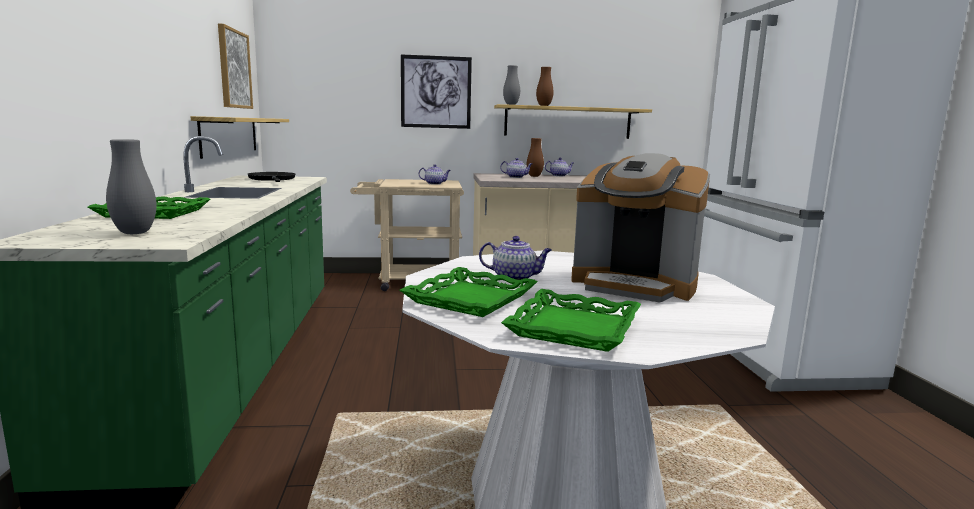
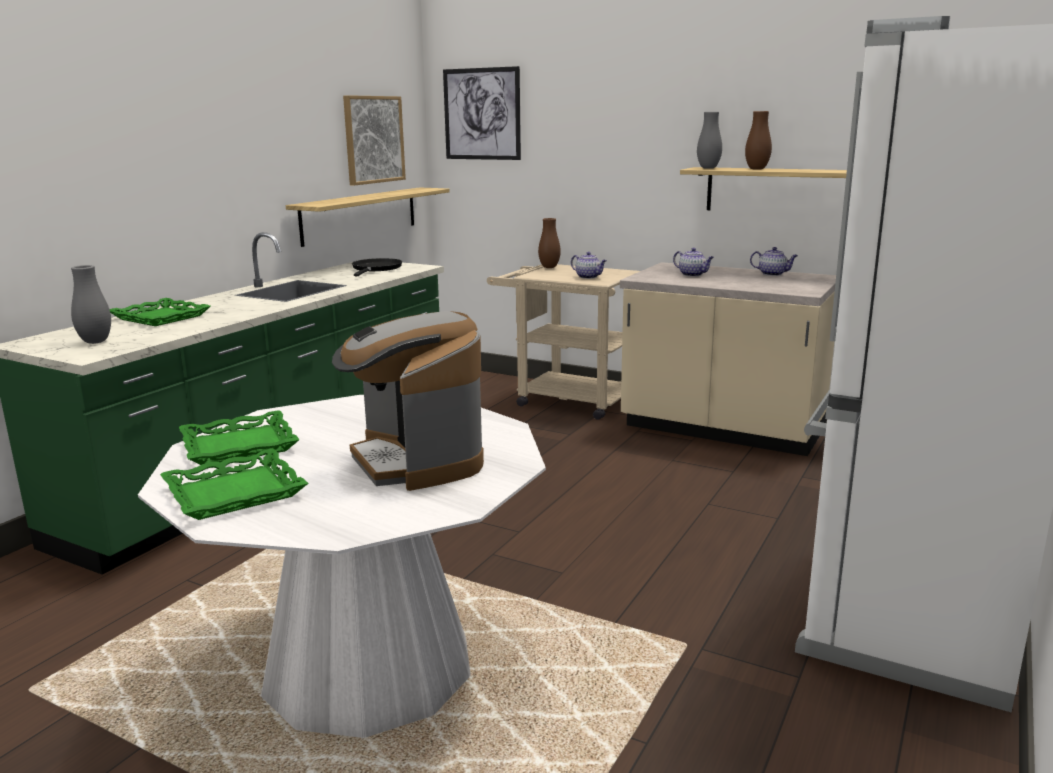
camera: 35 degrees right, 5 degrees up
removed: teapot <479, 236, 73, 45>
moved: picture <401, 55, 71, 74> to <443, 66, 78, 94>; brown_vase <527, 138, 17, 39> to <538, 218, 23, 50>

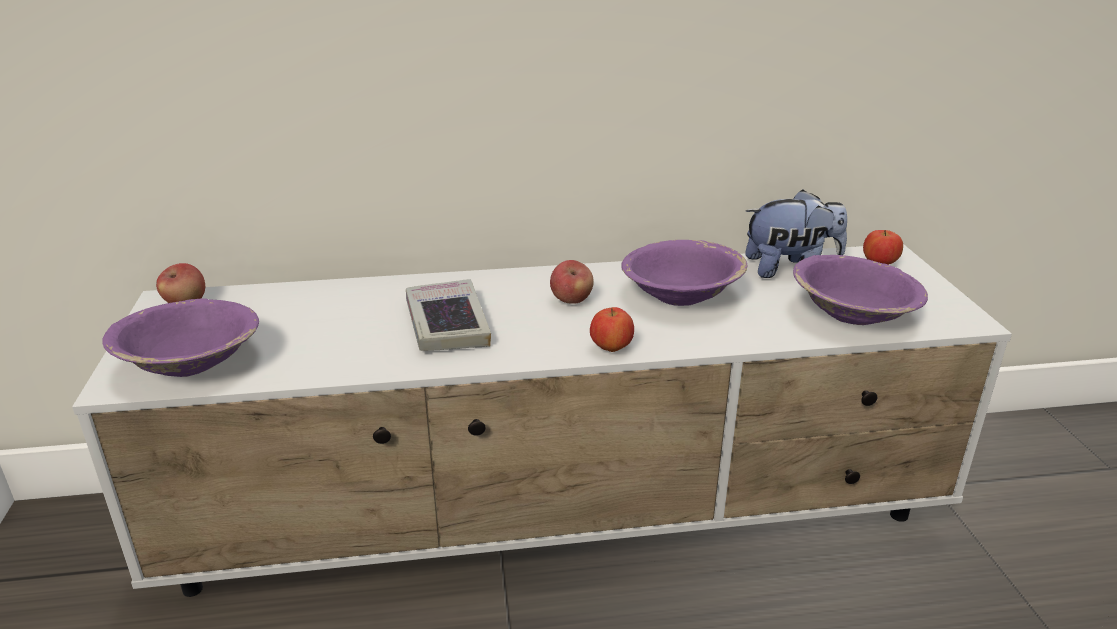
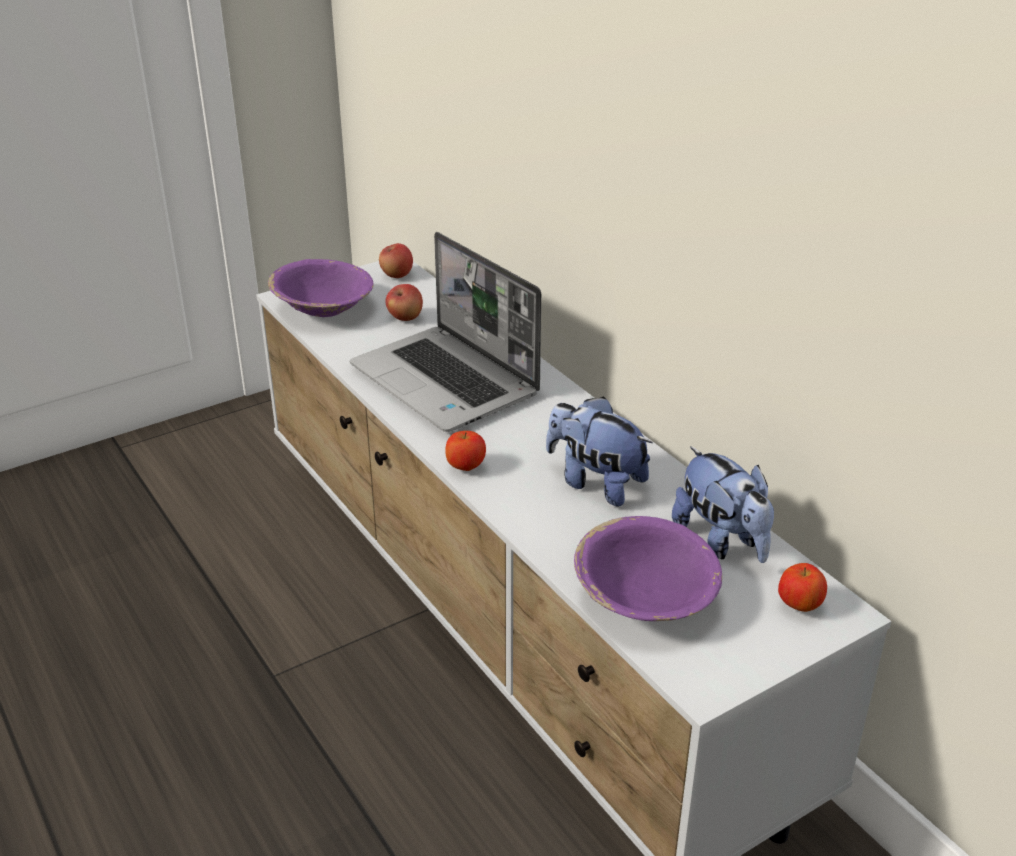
camera: 65 degrees right, 5 degrees up
moved: apple <550, 260, 44, 44> to <385, 284, 38, 37>
replaced: book <406, 279, 85, 72> to laptop <350, 232, 191, 200>; purple_bowl <621, 240, 126, 66> to plush_toy <546, 396, 107, 111>

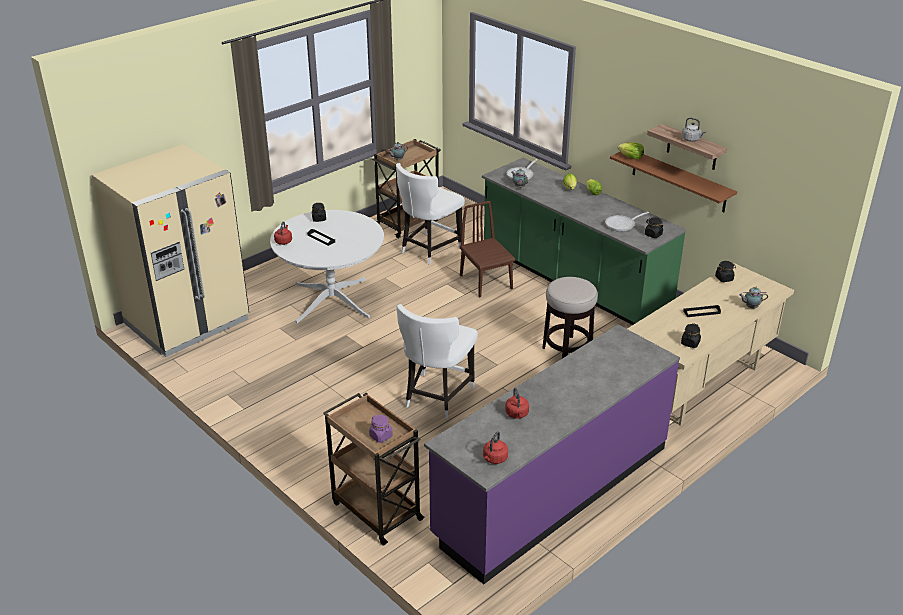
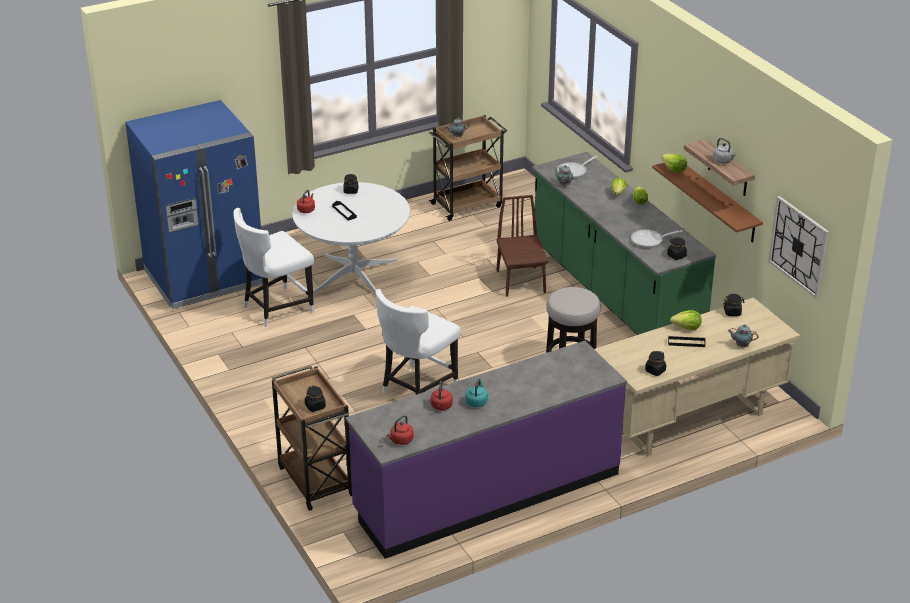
camera: 15 degrees right, 0 degrees up
added: turquoise_kettle <465, 378, 23, 29>; lettuce <670, 310, 32, 20>; wall_clock <768, 196, 61, 103>
moved: white_chair <396, 163, 69, 101> to <233, 208, 81, 119>
recoloured: beige_fridge <92, 144, 157, 213> to blue_fridge <125, 100, 138, 209>; purple_jar <369, 415, 24, 28> to black_jar <305, 386, 21, 26>

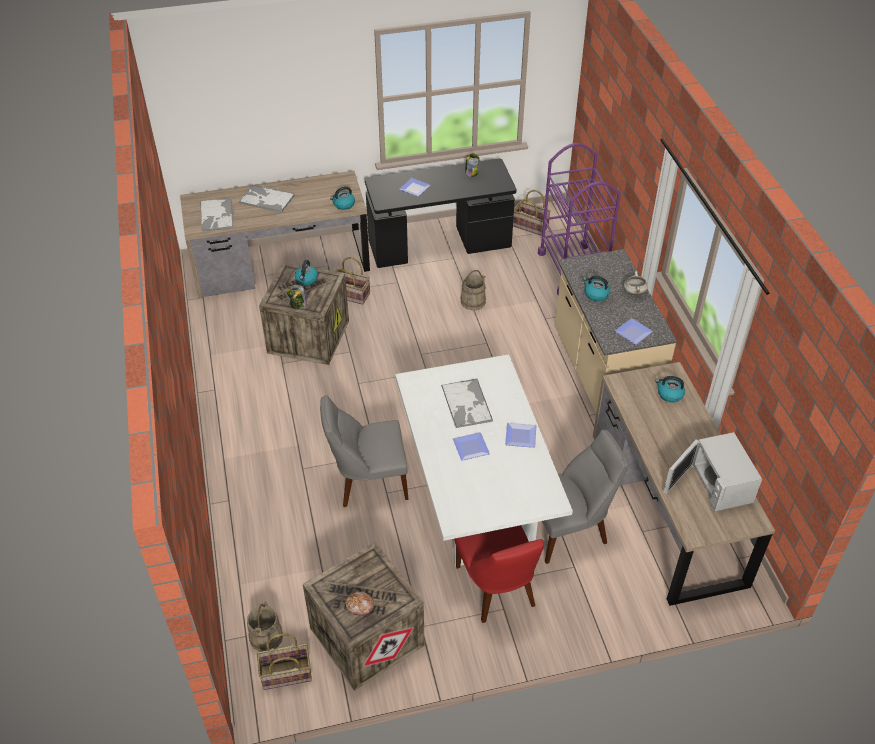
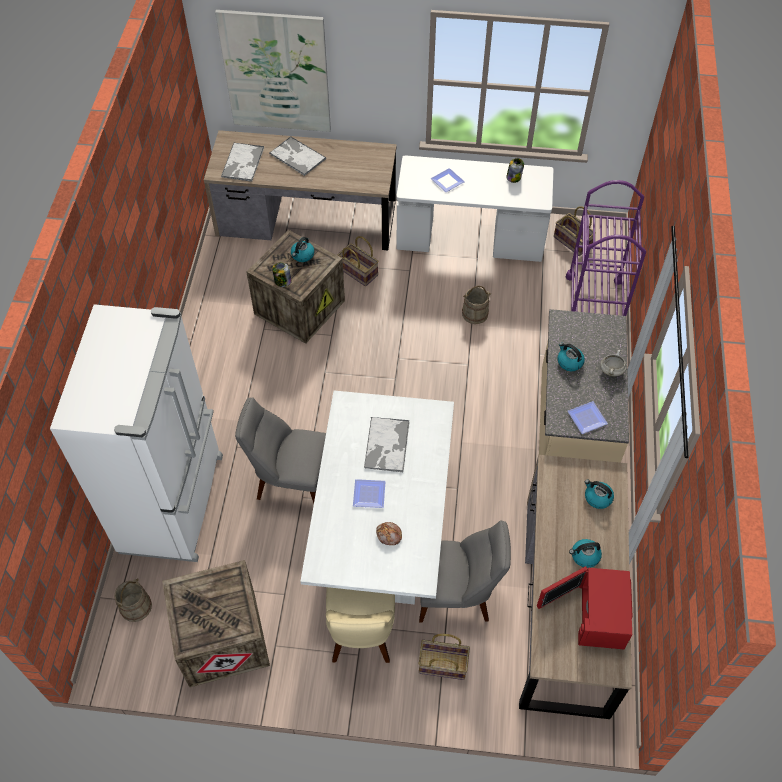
camera: 20 degrees right, 10 degrees up
removed: plate <505, 423, 31, 25>
added: white_fridge <50, 304, 173, 258>; picture <215, 10, 116, 122>
moved: basket <257, 633, 55, 57> to <418, 634, 52, 46>; kettle <330, 186, 25, 24> to <569, 539, 33, 29>; bread <345, 592, 29, 23> to <376, 522, 26, 23>
recoloured: black_desk <365, 159, 152, 109> to white_desk <397, 155, 156, 107>; red_chair <454, 525, 90, 98> to beige_chair <326, 587, 69, 76>; white_microwave <663, 432, 99, 80> to red_microwave <537, 566, 95, 83>

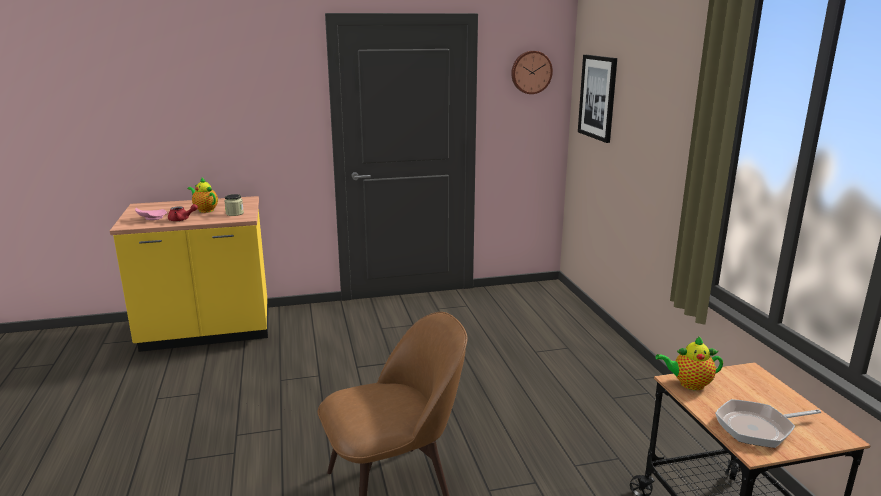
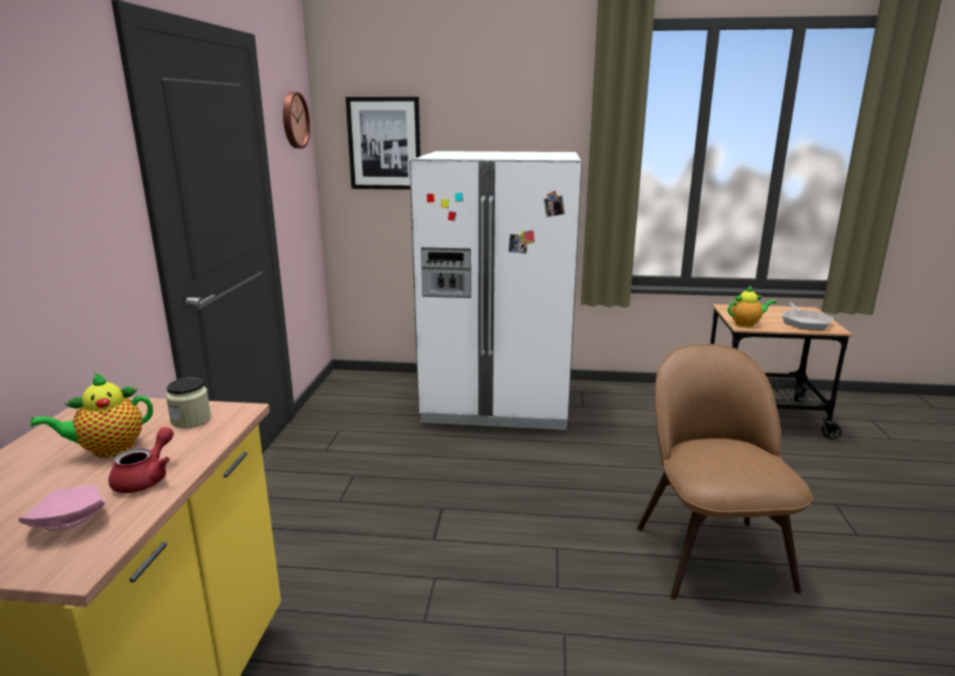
camera: 70 degrees left, 0 degrees up
added: white_fridge <410, 151, 172, 279>
turned: teapot <655, 336, 68, 54> = <728, 285, 49, 42> 120 degrees counterclockwise

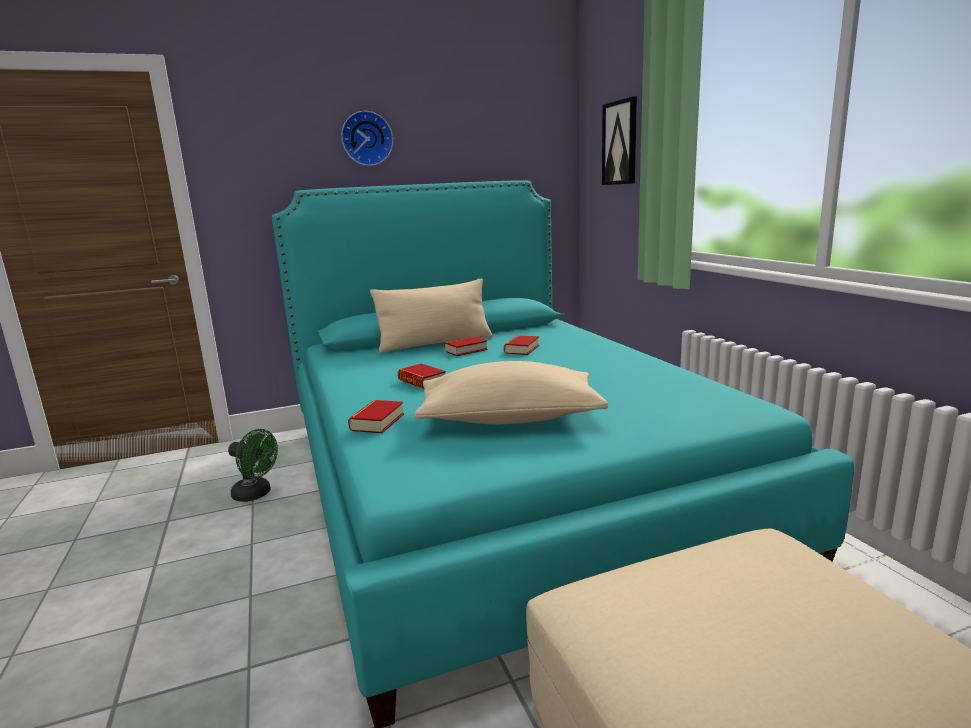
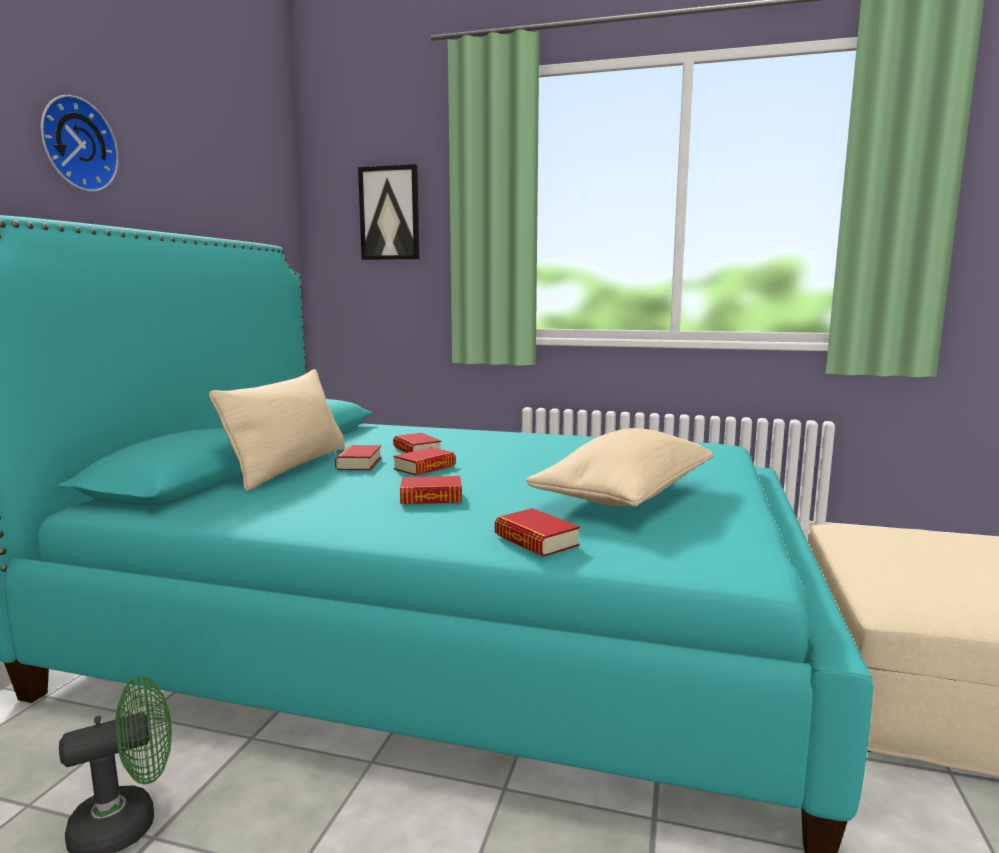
camera: 55 degrees left, 5 degrees down
added: book <393, 447, 63, 29>

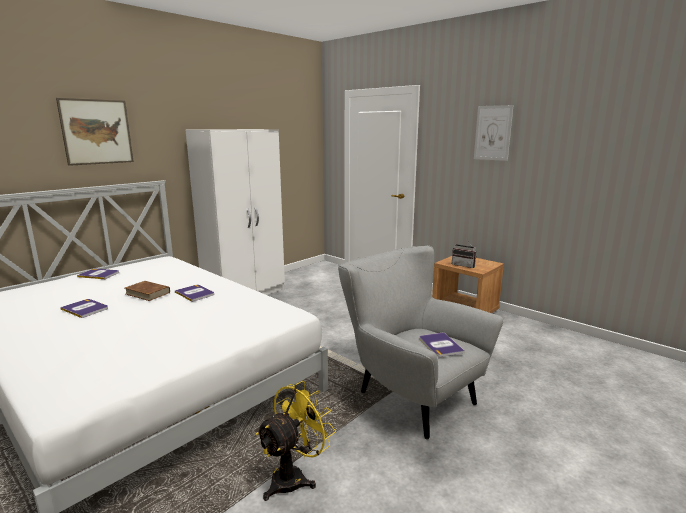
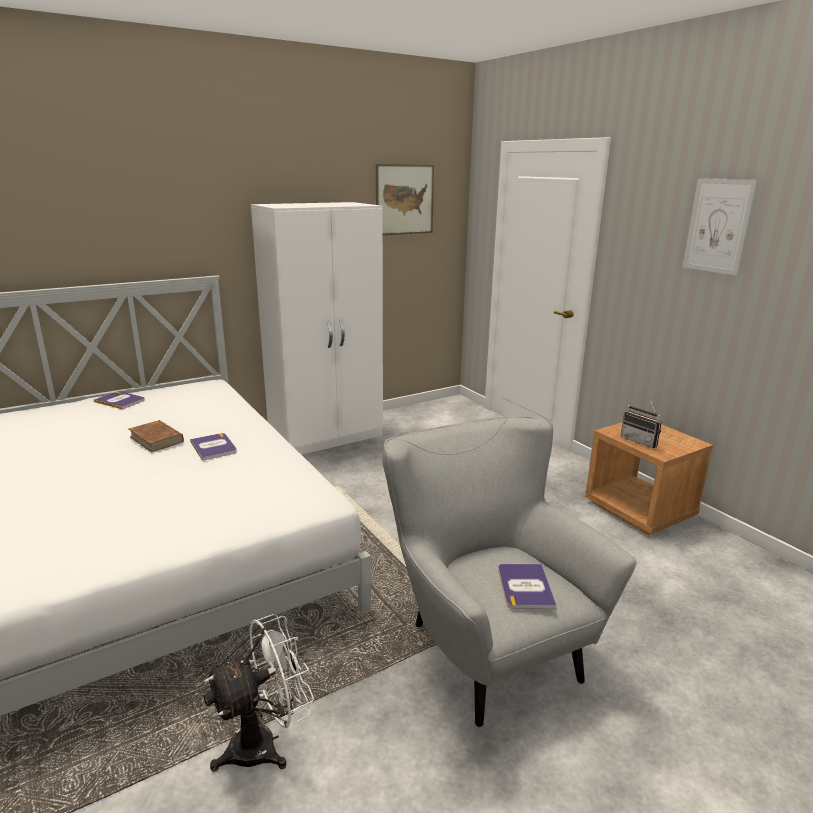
camera: 15 degrees right, 5 degrees up
removed: book <60, 299, 48, 19>
moved: picture <56, 98, 78, 68> to <376, 164, 58, 71>
recoloured: yellow_fan <255, 381, 81, 120> to white_fan <204, 614, 110, 158>

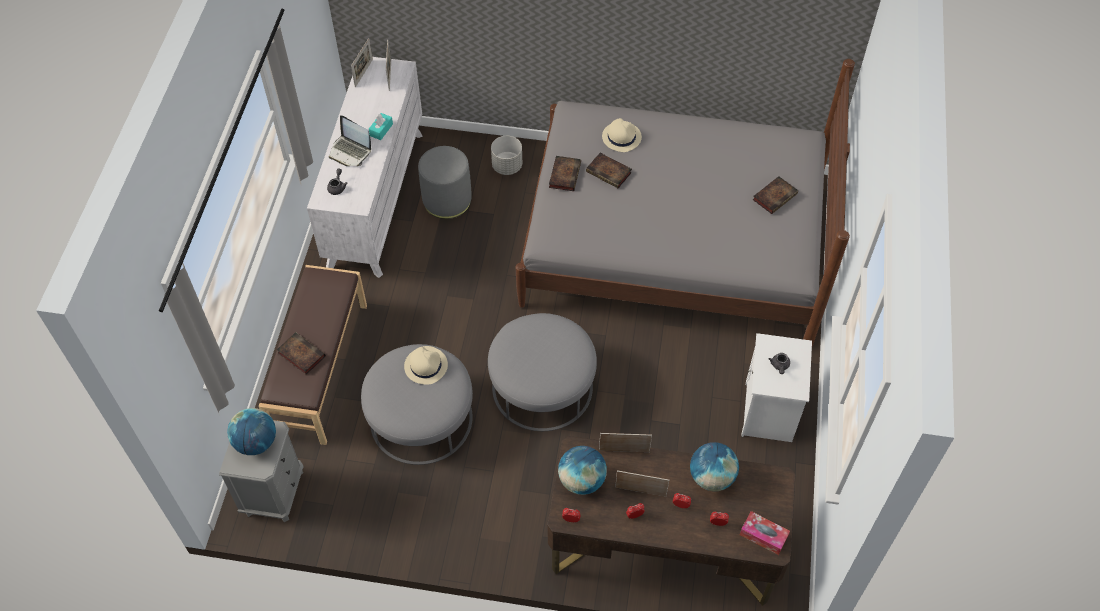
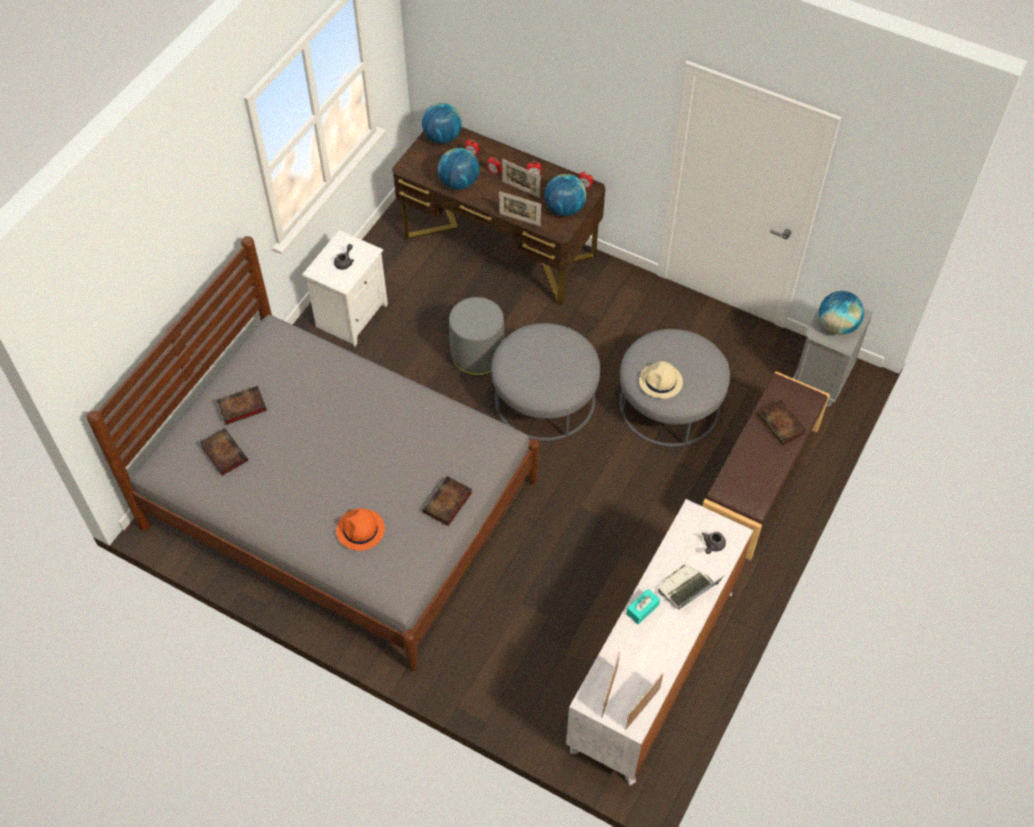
camera: 160 degrees left, 0 degrees up
removed: grey_planter <491, 136, 31, 39>
moved: grey_ottoman <418, 146, 54, 73> to <449, 297, 56, 79>; book <586, 153, 46, 35> to <200, 428, 48, 48>
replaced: tissue_box <740, 511, 50, 44> to globe <422, 103, 40, 41>
recoloured: beige_hat <602, 118, 40, 34> to orange_hat <336, 508, 49, 43>
turned: laptop <329, 115, 42, 51> = <658, 564, 65, 45> 90 degrees counterclockwise

